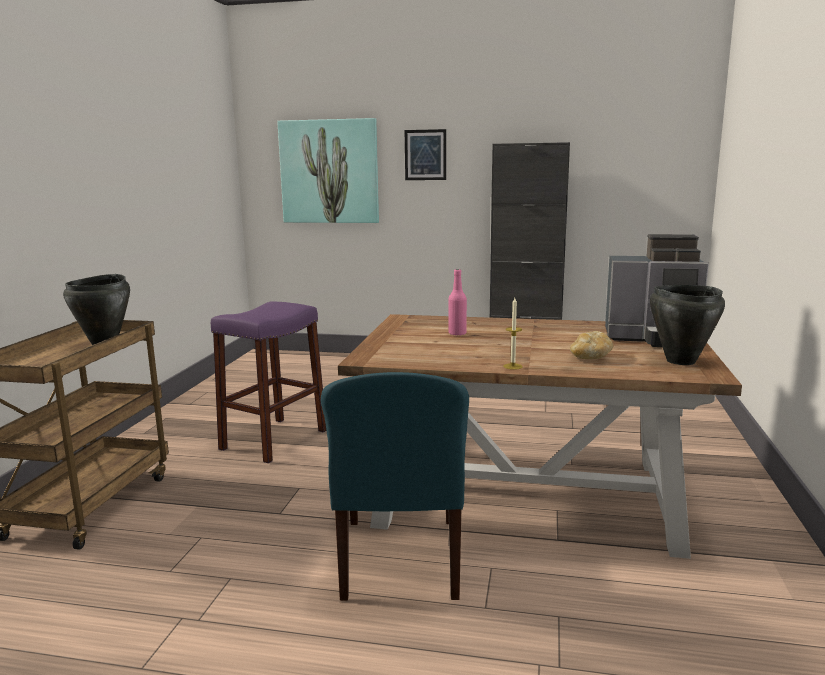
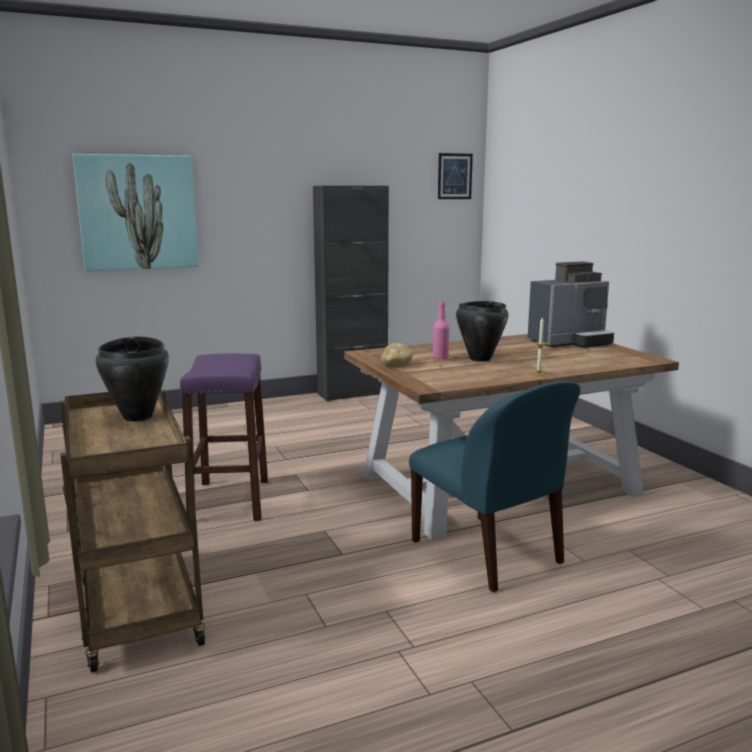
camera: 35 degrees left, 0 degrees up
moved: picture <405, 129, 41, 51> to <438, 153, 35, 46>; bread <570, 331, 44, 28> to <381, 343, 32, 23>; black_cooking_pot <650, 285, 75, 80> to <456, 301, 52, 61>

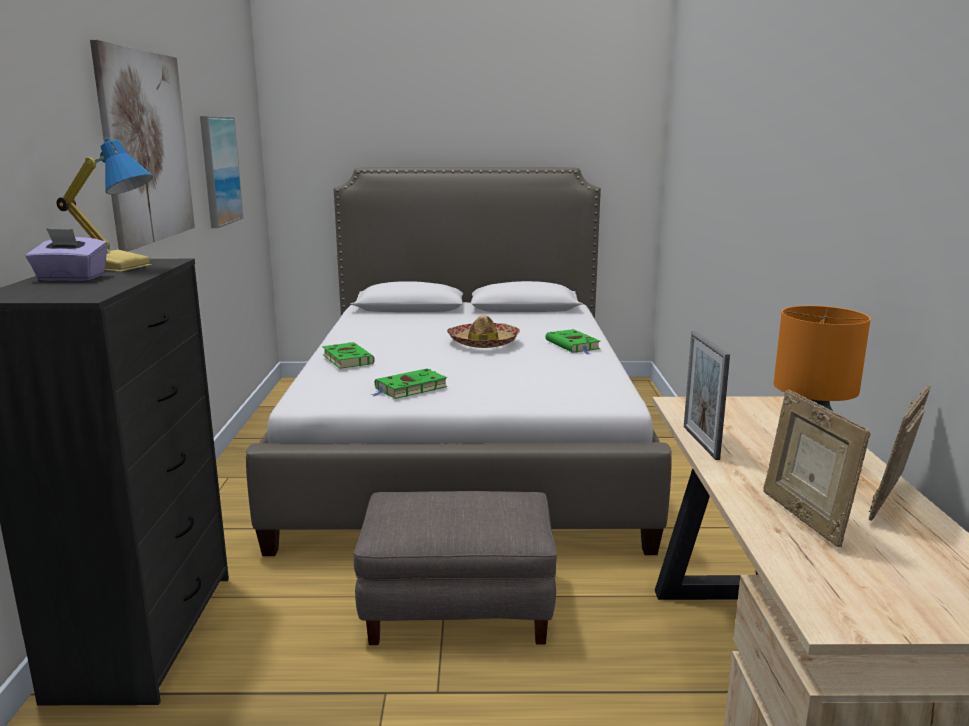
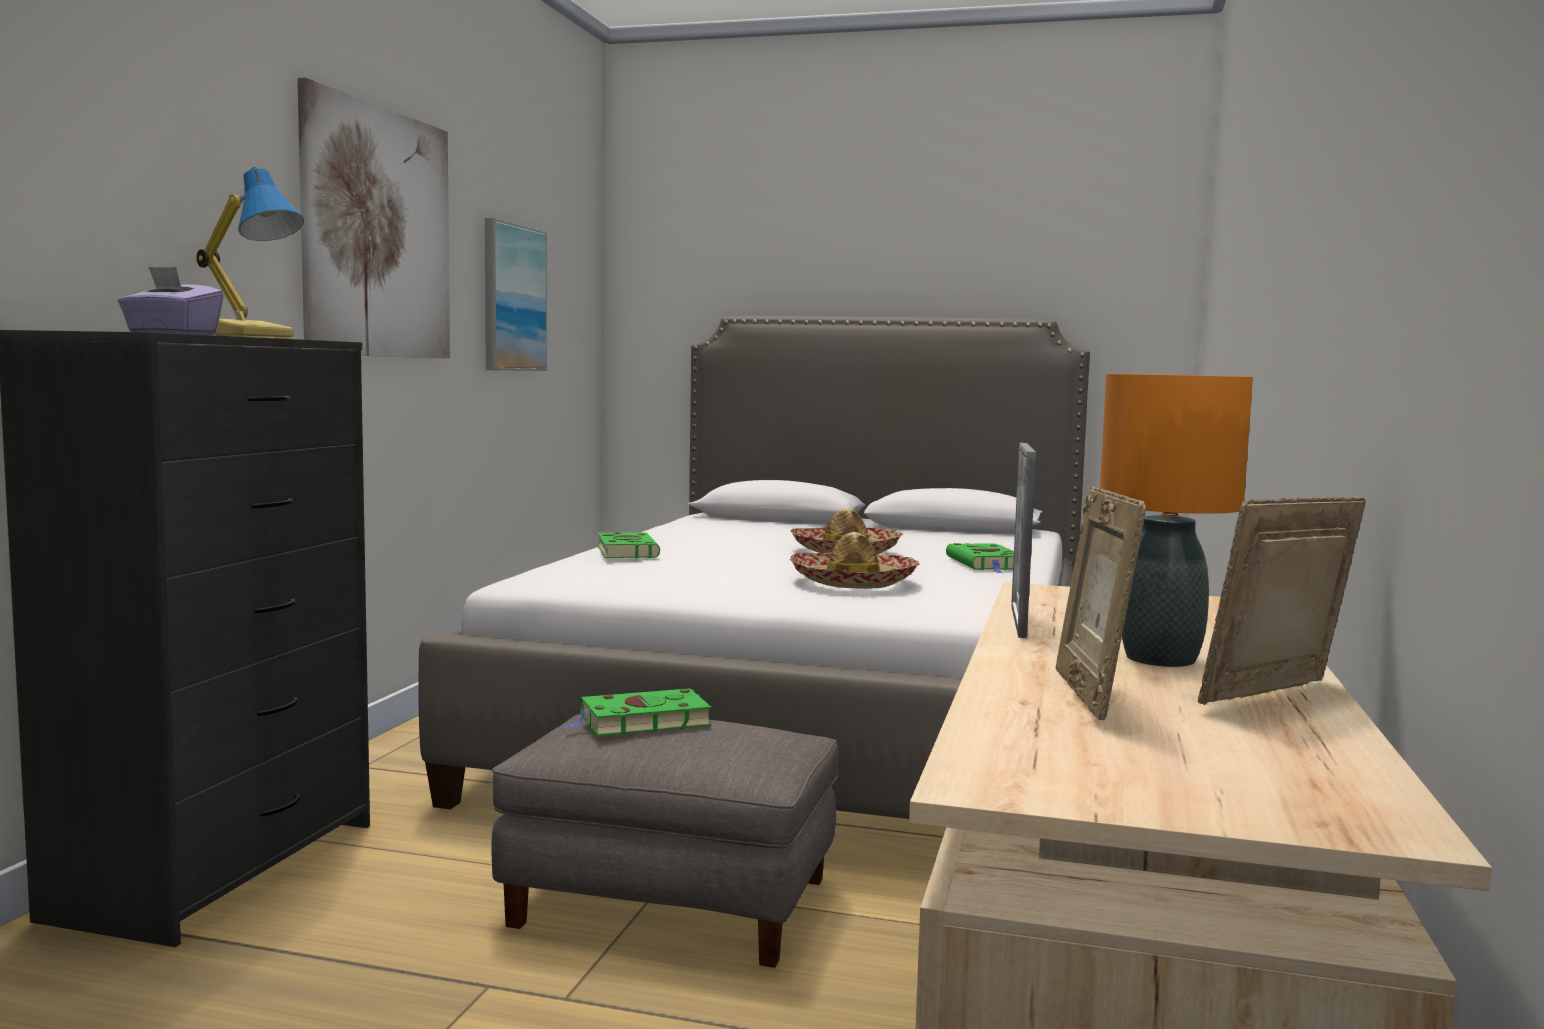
camera: 15 degrees right, 10 degrees down
added: hat <790, 532, 130, 57>
moved: green_book <372, 368, 75, 31> to <564, 688, 147, 48>

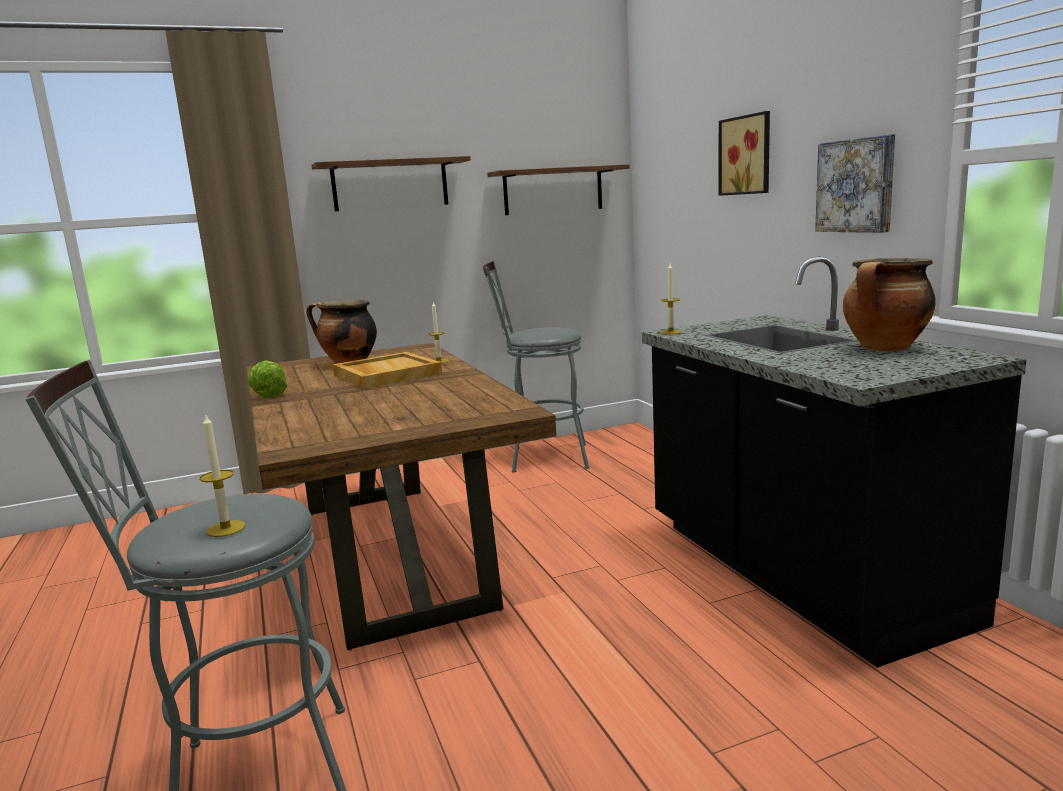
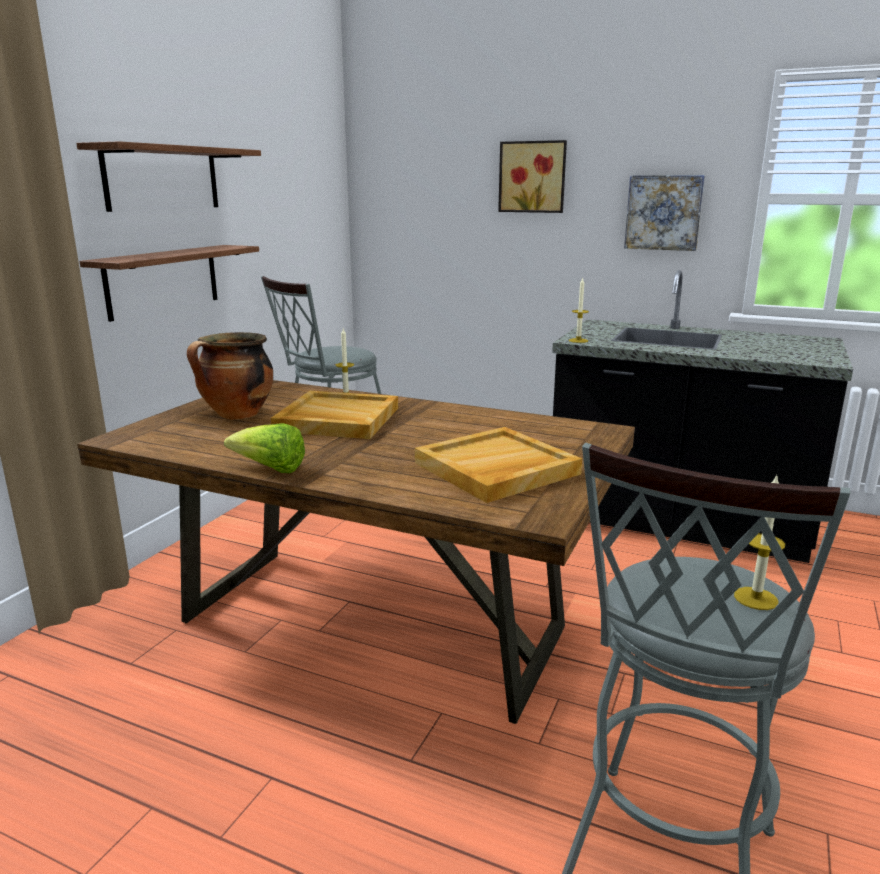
camera: 45 degrees left, 5 degrees up
removed: cooking_pot <843, 258, 93, 94>
added: beige_tray <415, 427, 167, 76>
moved: shelf <487, 164, 143, 51> to <79, 245, 180, 77>

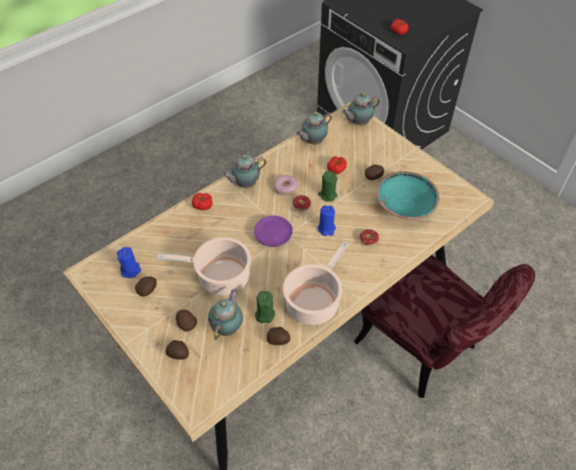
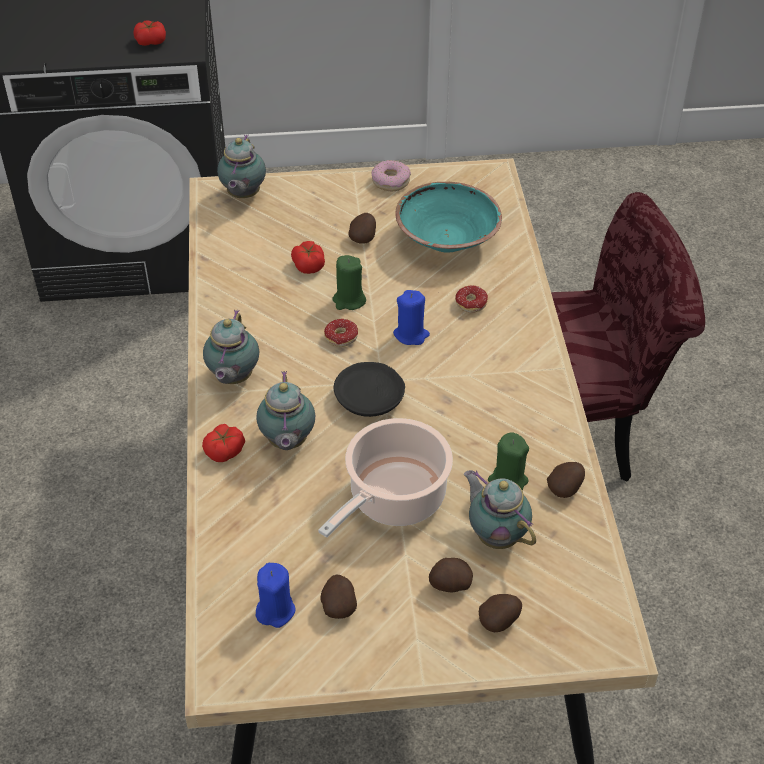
camera: 55 degrees left, 5 degrees down
removed: cooking_pot <283, 241, 66, 84>
moved: donut <273, 175, 25, 21> to <371, 160, 40, 31>; teapot <296, 112, 36, 33> to <256, 371, 60, 79>
recoloured: purple_plate <254, 216, 39, 31> to black_plate <334, 362, 71, 55>

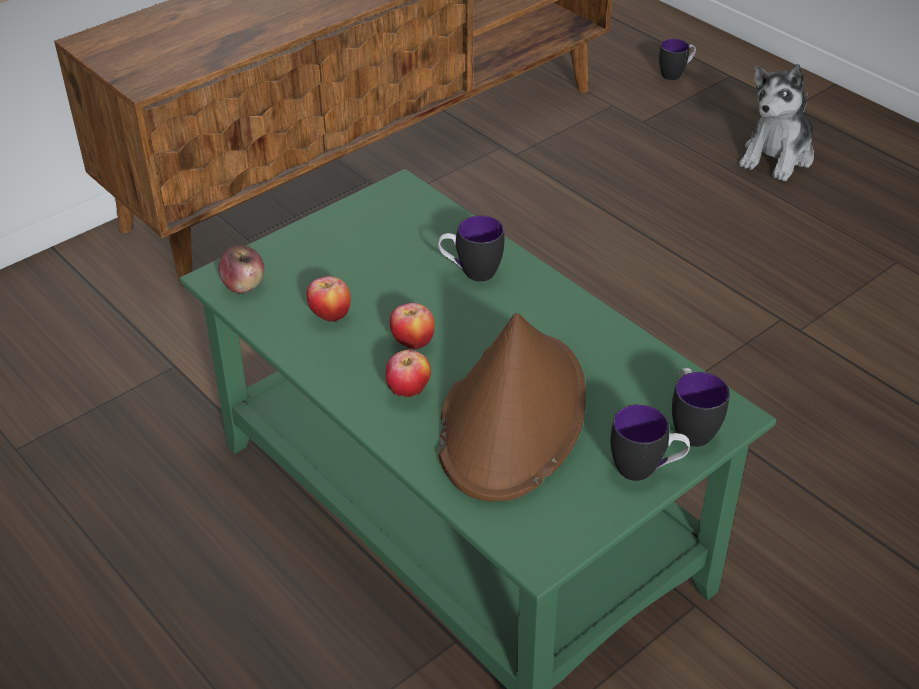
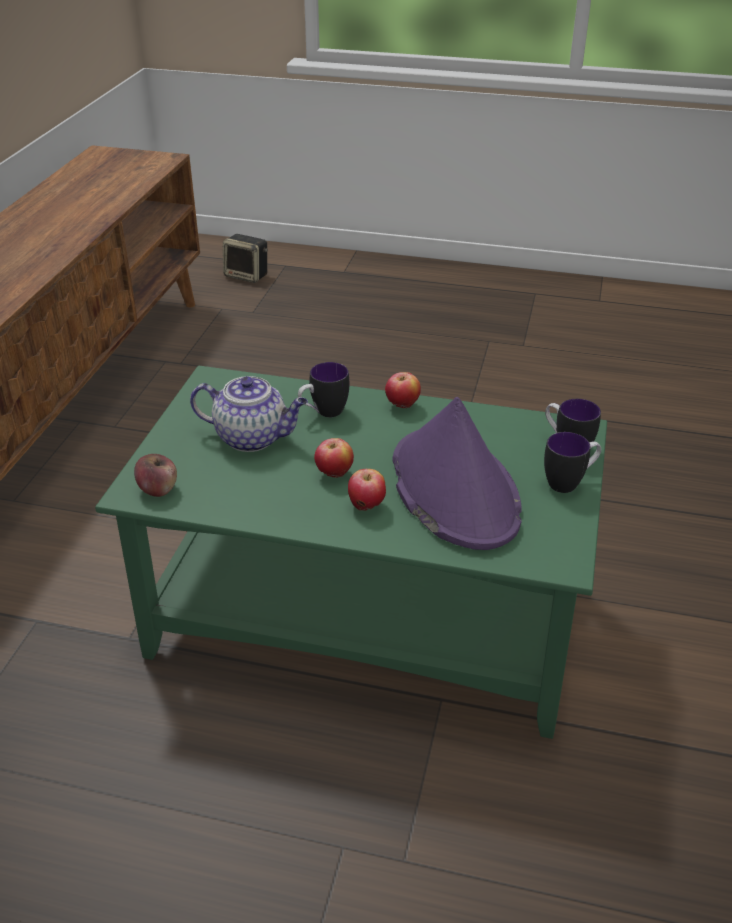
camera: 35 degrees left, 5 degrees down
removed: plush_toy <739, 64, 75, 118>
added: teapot <190, 376, 118, 76>
moved: apple <307, 276, 44, 46> to <385, 372, 36, 36>
replaced: mug <659, 39, 37, 41> to speaker <223, 234, 45, 49>
recoloured: brown_hat <438, 313, 148, 189> to purple_hat <392, 397, 130, 153>

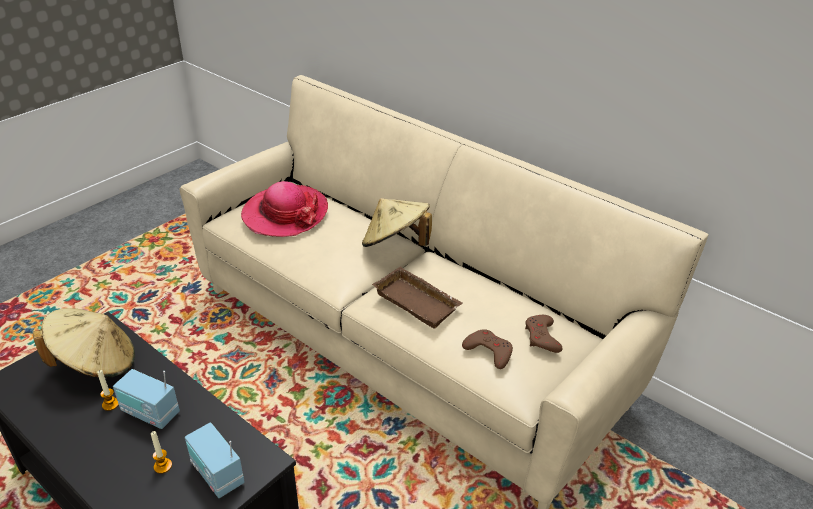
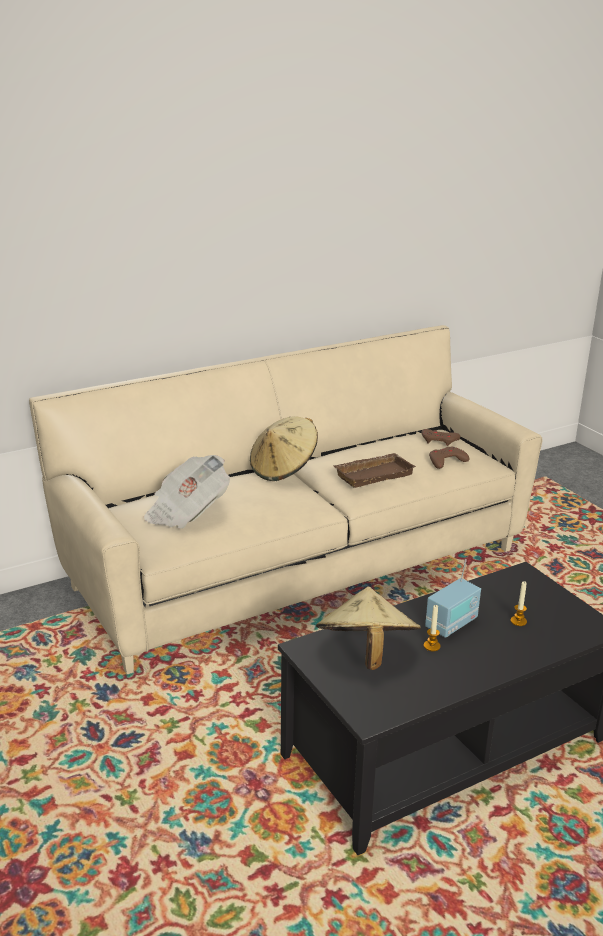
camera: 70 degrees left, 10 degrees down
removed: radio <185, 422, 60, 76>
replaced: hat <241, 181, 87, 56> to newspaper <144, 455, 86, 74>

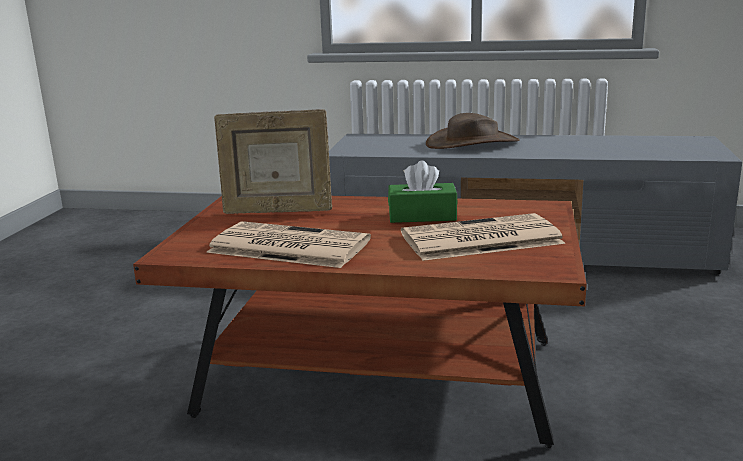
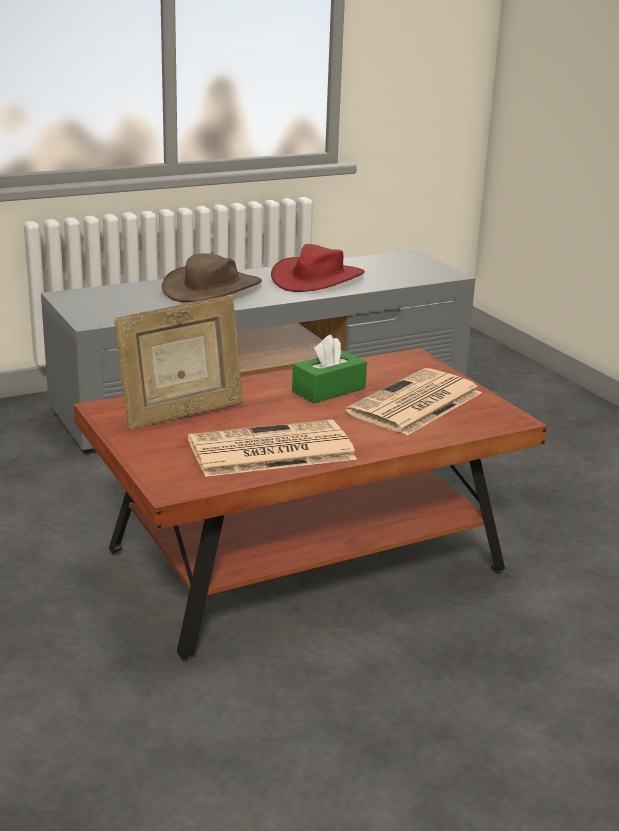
camera: 40 degrees left, 5 degrees up
added: red_hat <271, 244, 94, 48>

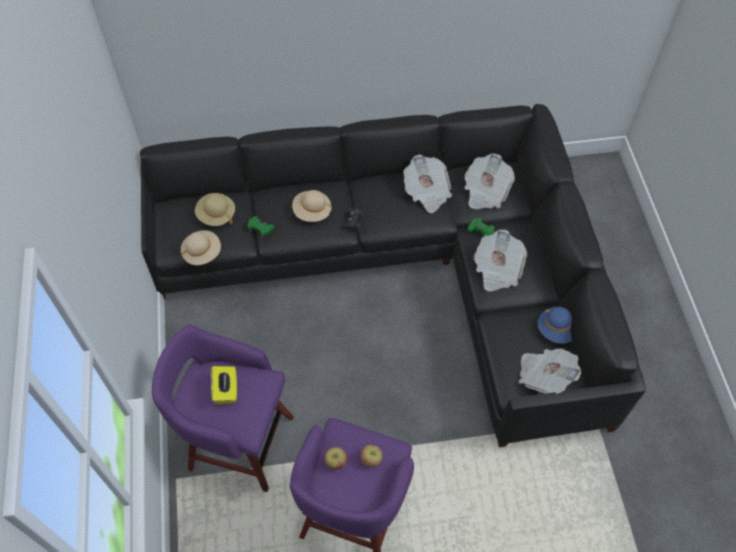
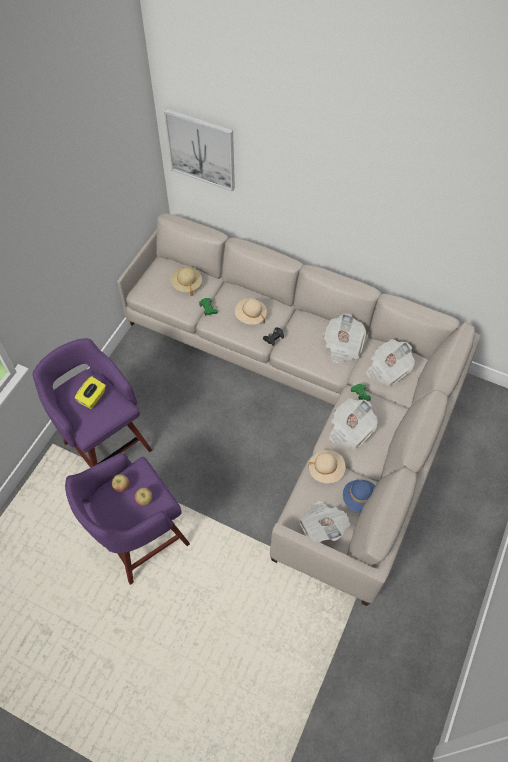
camera: 35 degrees right, 0 degrees up
added: picture <164, 109, 71, 83>
moved: beige_hat <181, 230, 40, 35> to <308, 450, 38, 33>
recoloured: black_sofa <140, 104, 506, 344> to beige_sofa <117, 213, 363, 393>

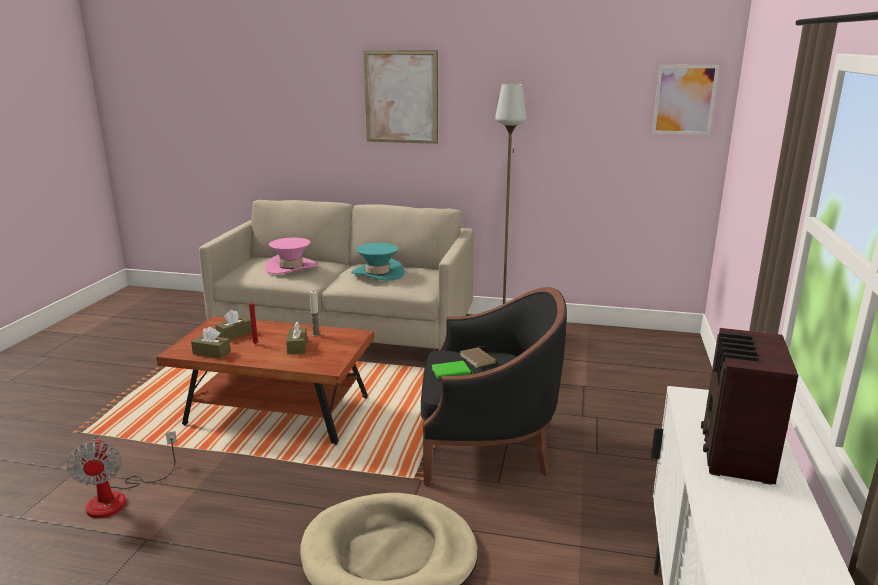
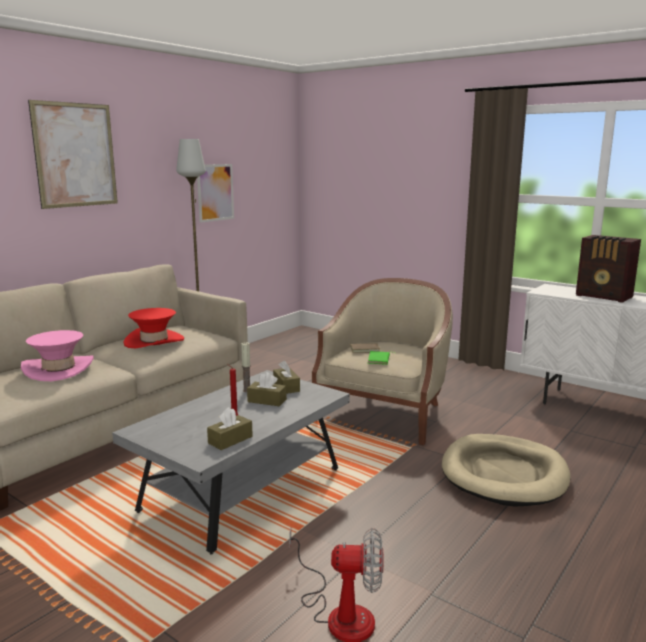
camera: 65 degrees left, 5 degrees down
moved: brown_tissue_box <215, 310, 37, 30> to <273, 360, 27, 34>; picture <652, 65, 67, 70> to <197, 164, 37, 59>
recoloured: brown_coffee_table <156, 316, 218, 129> to grey_coffee_table <112, 370, 238, 185>; turquoise_hat <351, 243, 54, 38> to red_hat <124, 308, 60, 40>; black_armchair <421, 287, 146, 198> to beige_armchair <312, 278, 141, 167>

